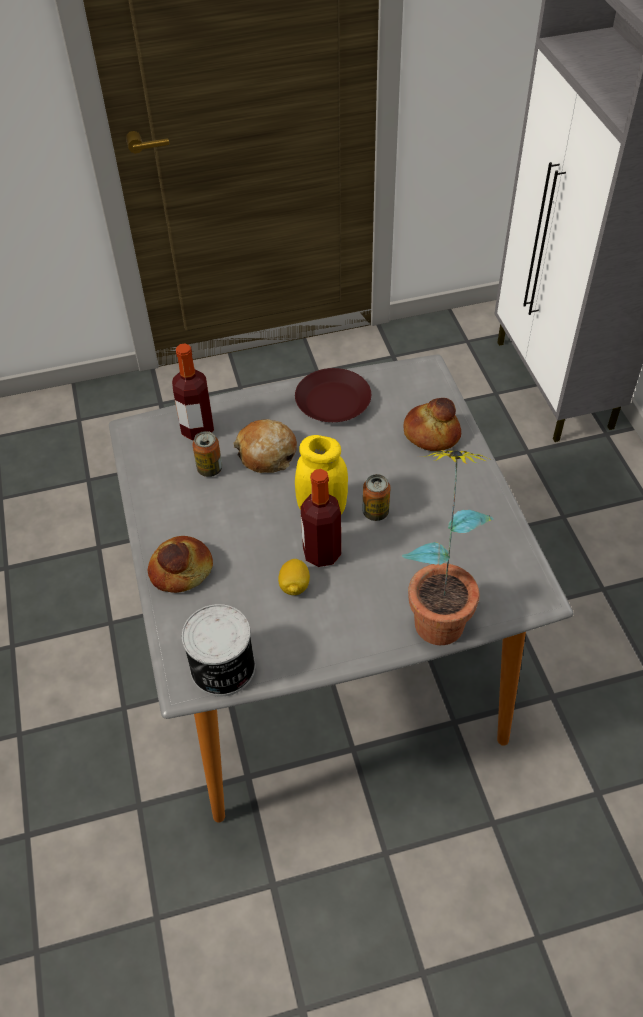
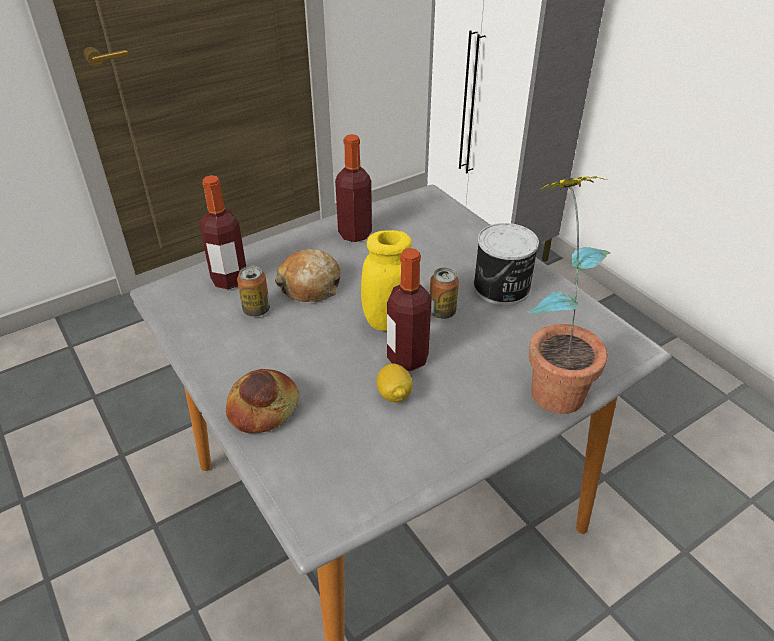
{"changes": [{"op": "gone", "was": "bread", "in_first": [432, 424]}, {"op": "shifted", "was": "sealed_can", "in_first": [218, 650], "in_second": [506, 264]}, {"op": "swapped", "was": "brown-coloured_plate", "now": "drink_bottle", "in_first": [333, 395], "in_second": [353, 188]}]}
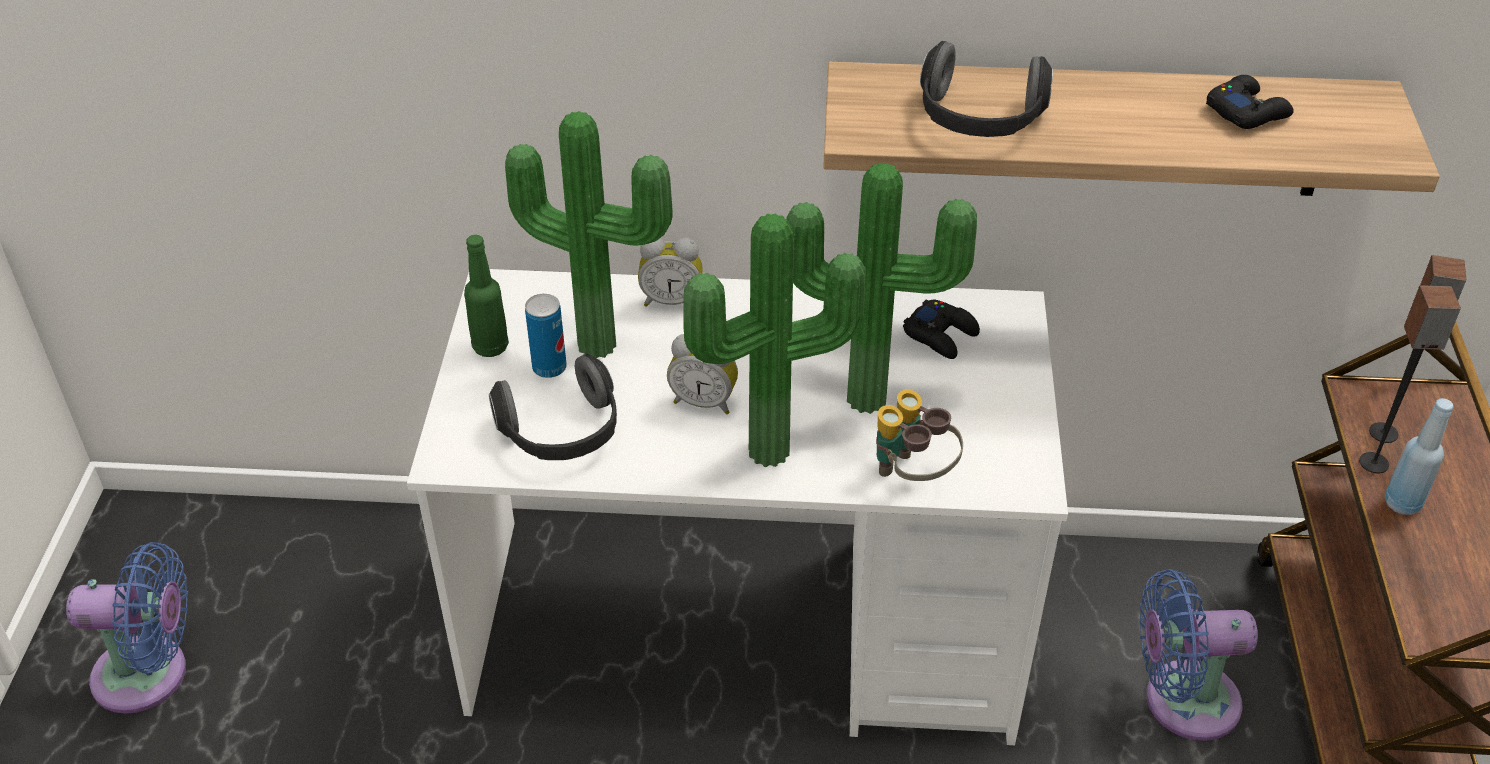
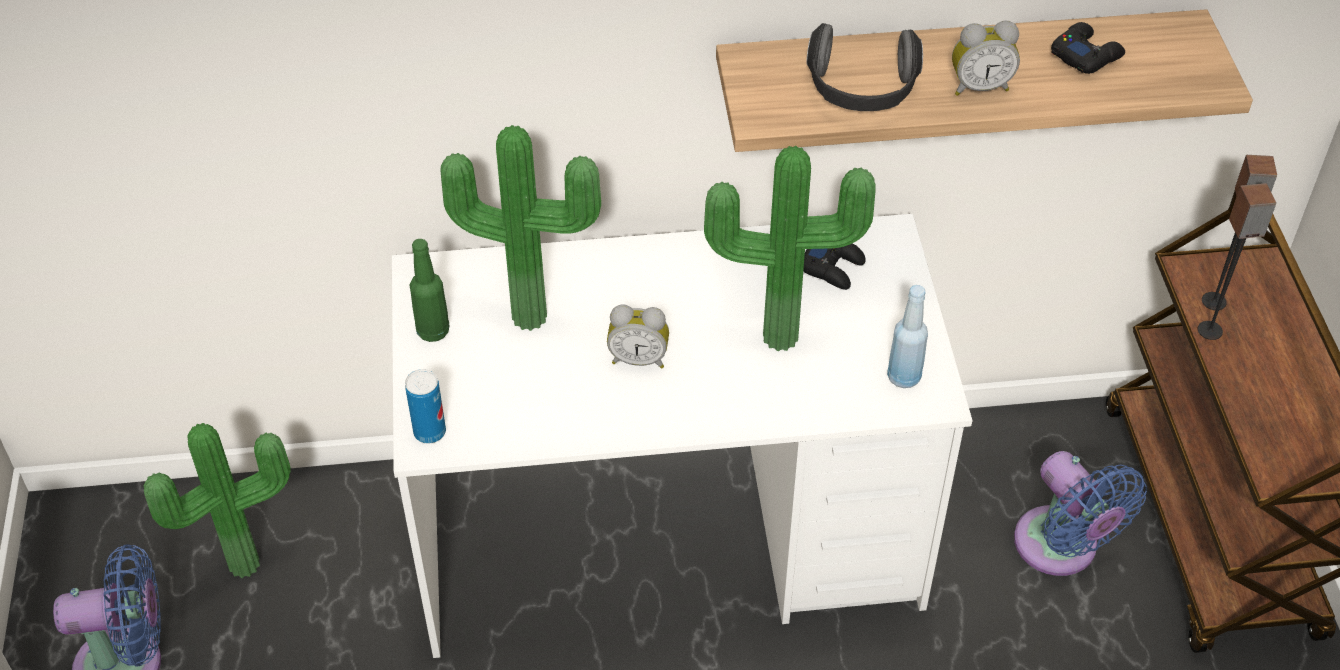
{"changes": [{"op": "gone", "was": "pair_of_headphones", "in_first": [553, 407]}, {"op": "gone", "was": "field_glasses", "in_first": [919, 435]}, {"op": "shifted", "was": "sealed_can", "in_first": [546, 336], "in_second": [425, 406]}, {"op": "shifted", "was": "alarm_clock", "in_first": [670, 272], "in_second": [986, 58]}, {"op": "shifted", "was": "houseplant", "in_first": [775, 340], "in_second": [217, 500]}, {"op": "shifted", "was": "bluish_drink_bottle", "in_first": [1419, 456], "in_second": [907, 336]}, {"op": "rotated", "was": "bluish_cooling_fan", "in_first": [1198, 655], "in_second": [1080, 513], "clockwise": -105}]}
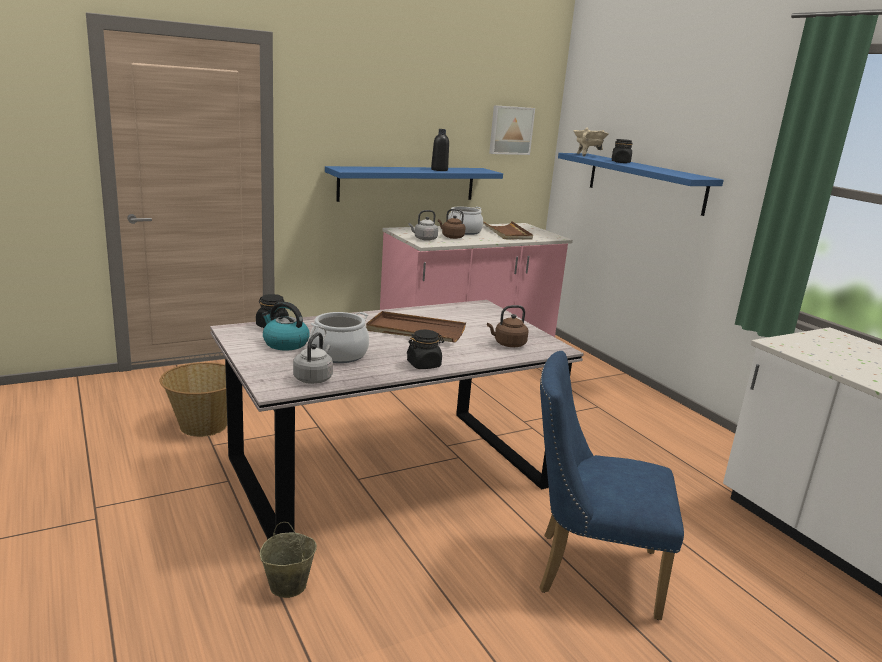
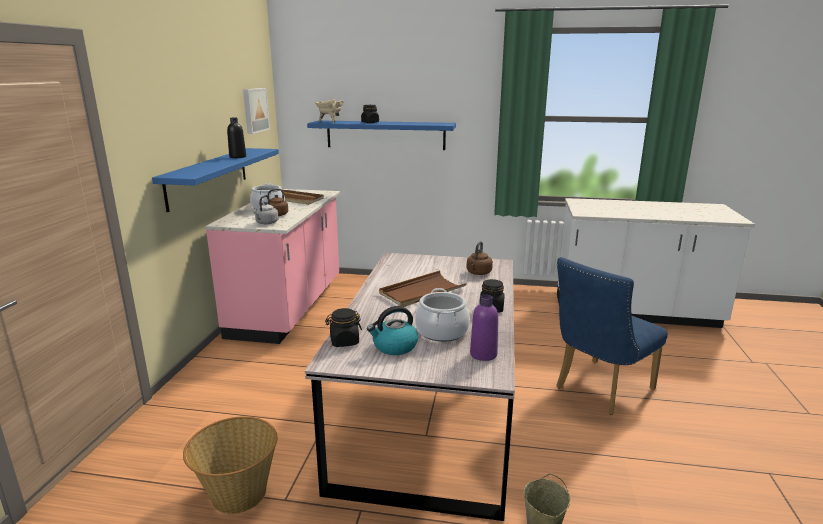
{"changes": [{"op": "swapped", "was": "grey_water_kettle", "now": "purplish_drink_bottle", "in_first": [313, 358], "in_second": [484, 328]}]}
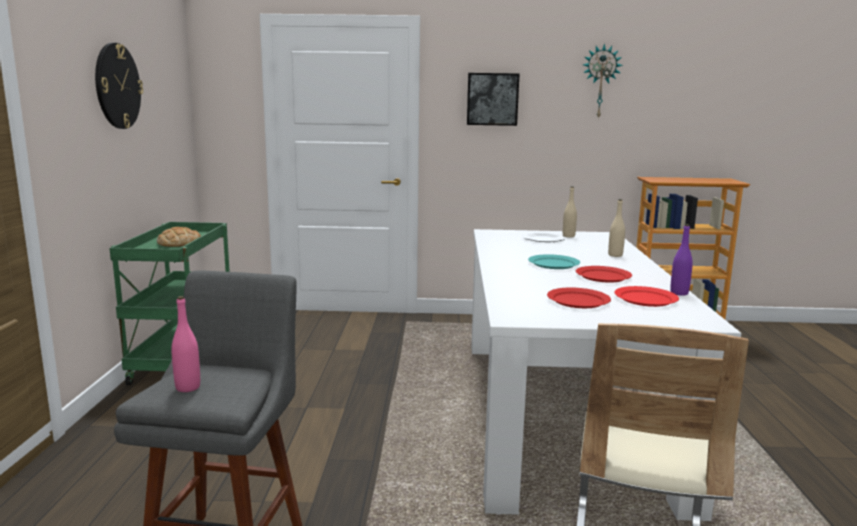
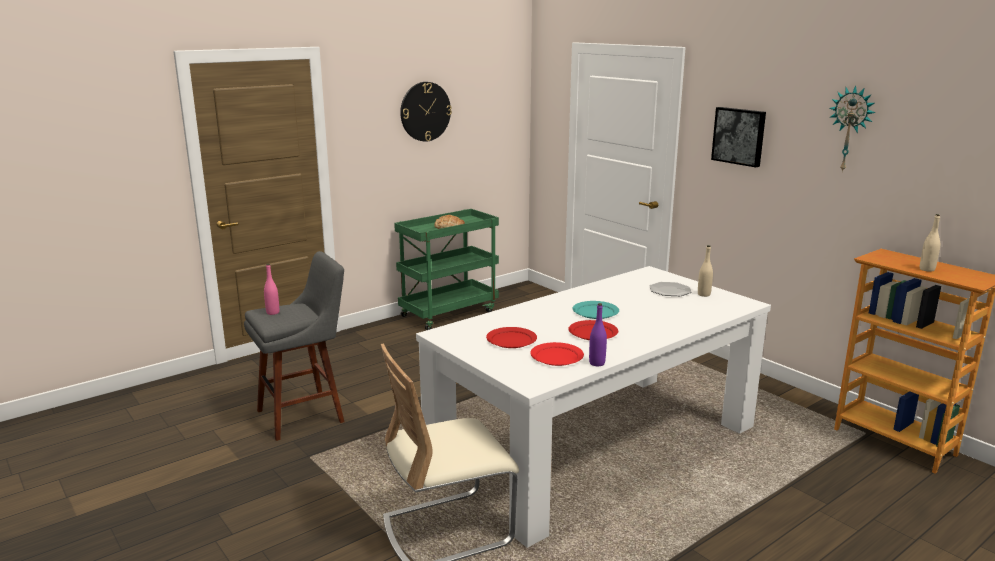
{"changes": [{"op": "shifted", "was": "sand-coloured_drink_bottle", "in_first": [616, 228], "in_second": [930, 243]}]}
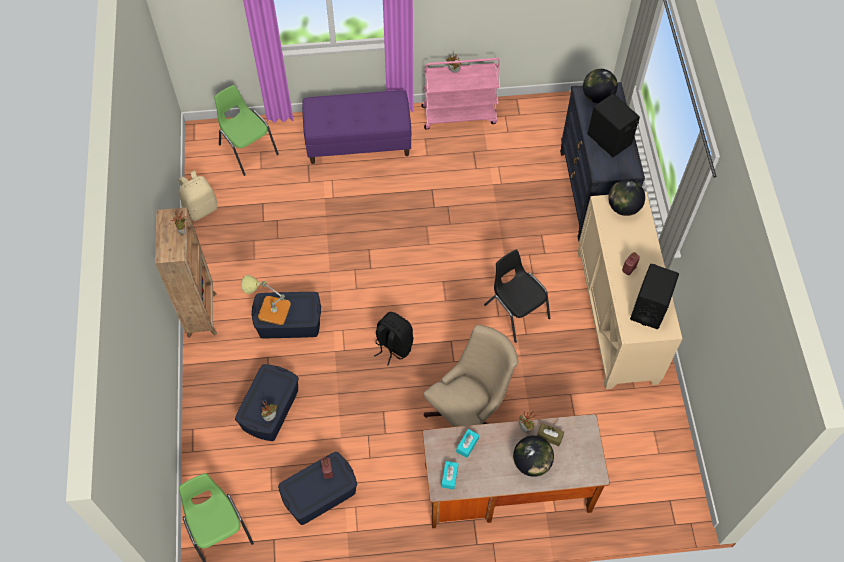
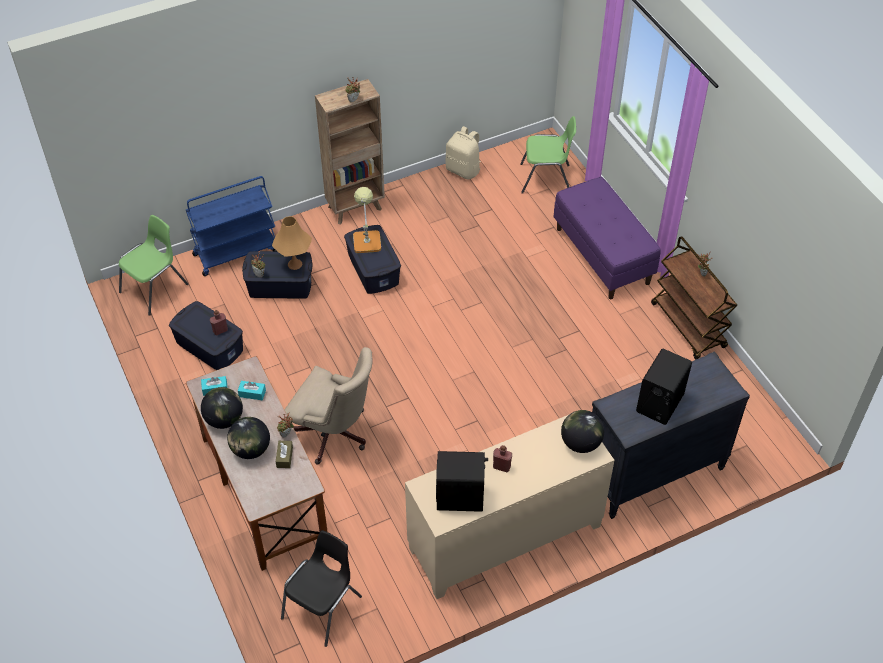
{"changes": [{"op": "gone", "was": "blackish_rucksack", "in_first": [394, 339]}, {"op": "new", "now": "bluish_wheeled_cart", "in_second": [231, 226]}, {"op": "new", "now": "orange_lamp_for_a_table", "in_second": [292, 243]}, {"op": "shifted", "was": "blackish_plain_chair", "in_first": [517, 296], "in_second": [321, 588]}, {"op": "shifted", "was": "world_globe", "in_first": [600, 86], "in_second": [222, 408]}, {"op": "repainted", "was": "pink_wheeled_cart", "now": "brown-coloured_wheeled_cart", "in_first": [460, 93], "in_second": [694, 297]}, {"op": "rotated", "was": "greenish_plain_chair", "in_first": [246, 130], "in_second": [548, 155], "clockwise": 60}]}
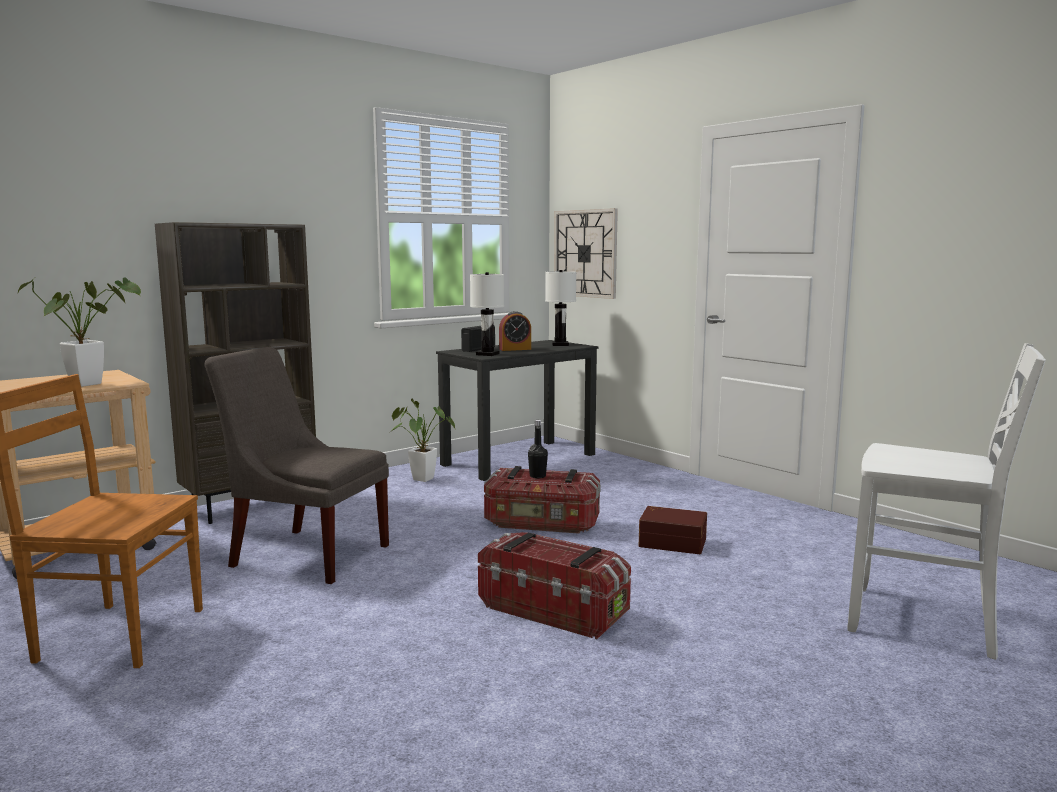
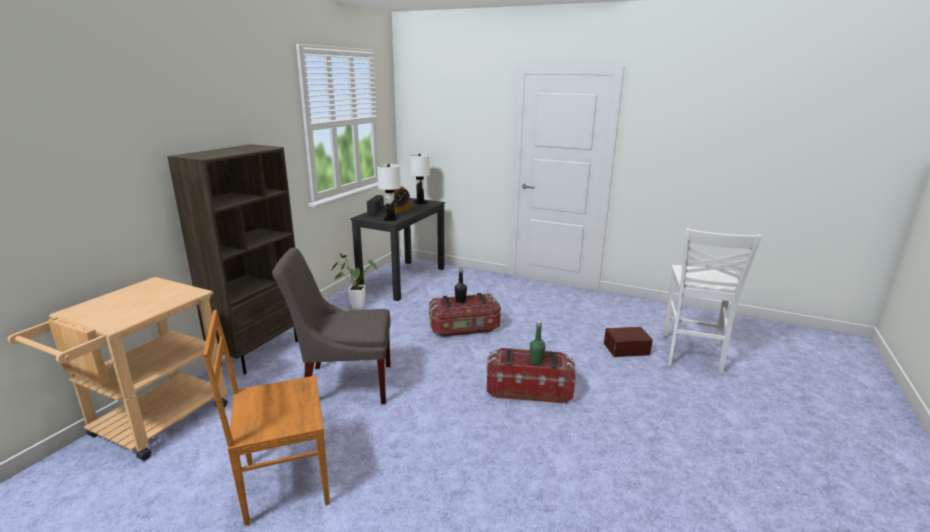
{"changes": [{"op": "gone", "was": "houseplant", "in_first": [79, 332]}, {"op": "gone", "was": "clock_on_the_wall", "in_first": [586, 253]}, {"op": "new", "now": "greenish_drink_bottle", "in_second": [538, 343]}, {"op": "shifted", "was": "brown-coloured_storage_container", "in_first": [673, 530], "in_second": [628, 342]}, {"op": "rotated", "was": "white_plain_chair", "in_first": [946, 501], "in_second": [712, 301], "clockwise": 105}]}
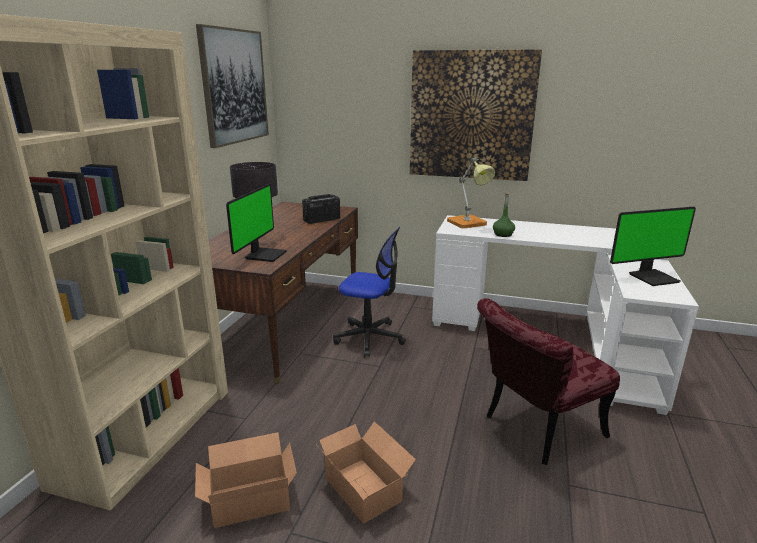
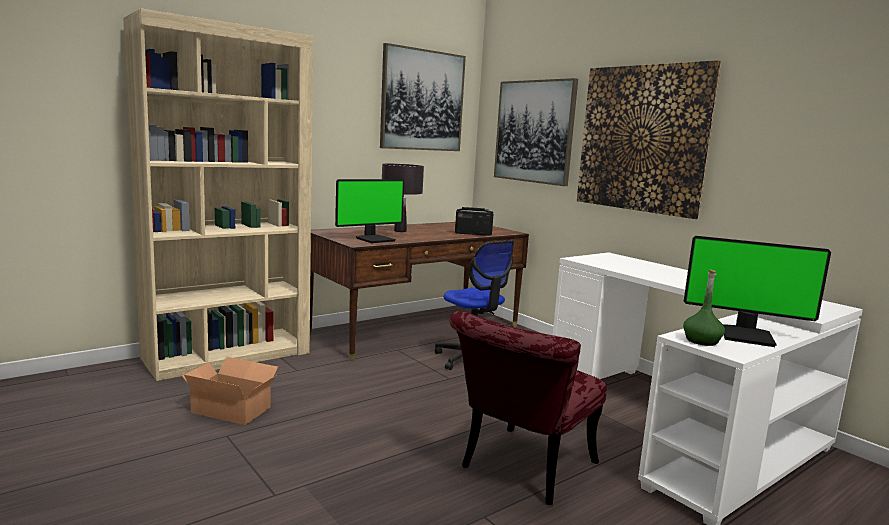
{"changes": [{"op": "gone", "was": "carton", "in_first": [366, 472]}, {"op": "gone", "was": "lamp_for_a_table", "in_first": [471, 193]}, {"op": "new", "now": "wall_art", "in_second": [536, 132]}, {"op": "shifted", "was": "greenish_drink_bottle", "in_first": [504, 215], "in_second": [704, 308]}, {"op": "rotated", "was": "reddish_plain_chair", "in_first": [548, 381], "in_second": [528, 408], "clockwise": -60}]}
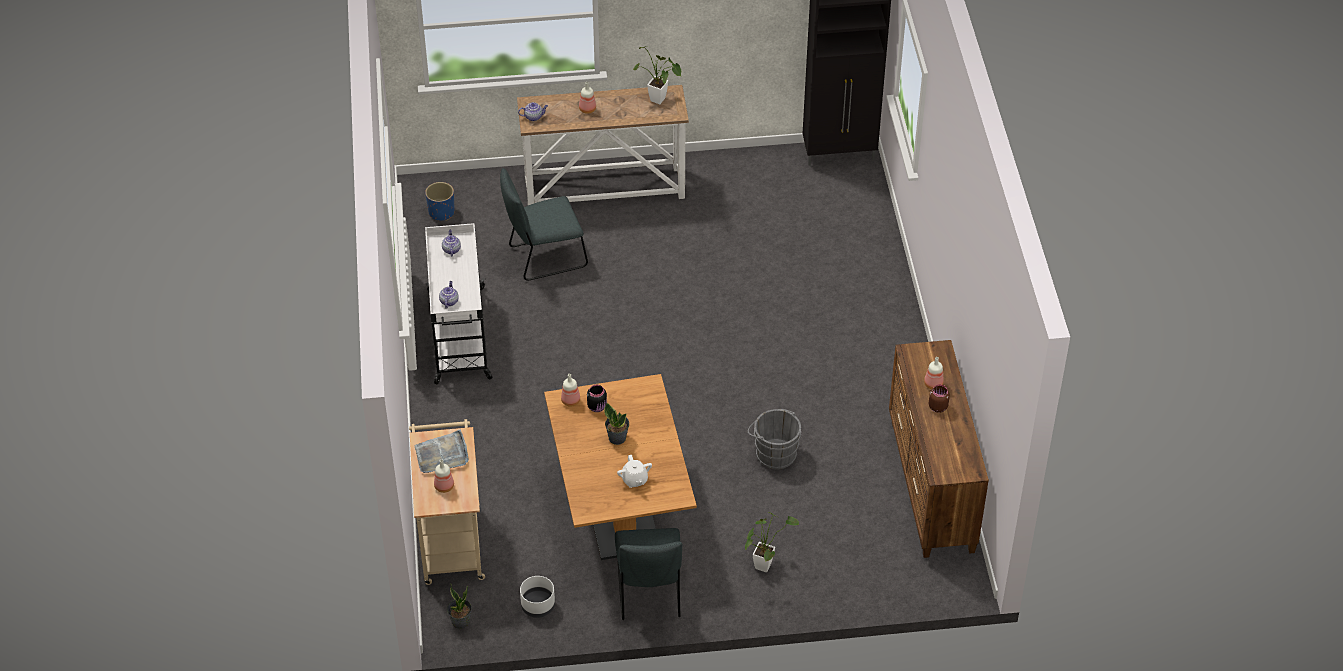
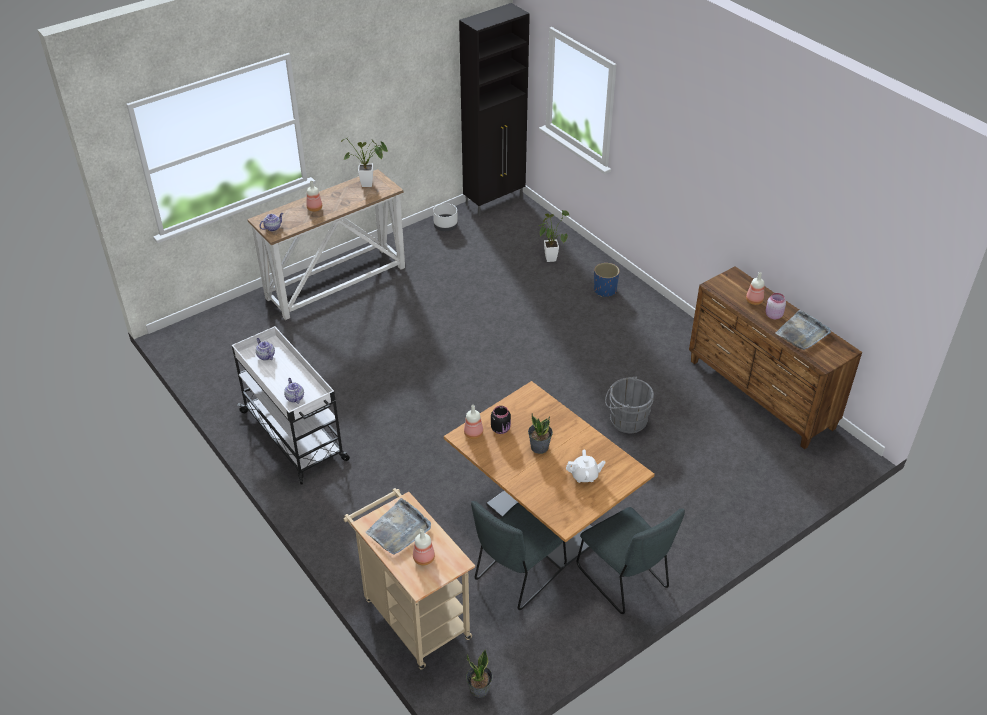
{"changes": [{"op": "new", "now": "grey_carrying_tray", "in_second": [803, 330]}, {"op": "shifted", "was": "bluish_flower_pot", "in_first": [440, 201], "in_second": [607, 280]}, {"op": "shifted", "was": "grey_plain_chair", "in_first": [544, 224], "in_second": [519, 555]}, {"op": "shifted", "was": "white_flower_pot", "in_first": [537, 597], "in_second": [445, 217]}, {"op": "shifted", "was": "houseplant", "in_first": [772, 542], "in_second": [553, 236]}, {"op": "repainted", "was": "brown-coloured_storage_jar", "now": "pink_storage_jar", "in_first": [939, 398], "in_second": [776, 306]}, {"op": "rotated", "was": "white_pot_for_tea", "in_first": [634, 471], "in_second": [586, 466], "clockwise": -45}]}
